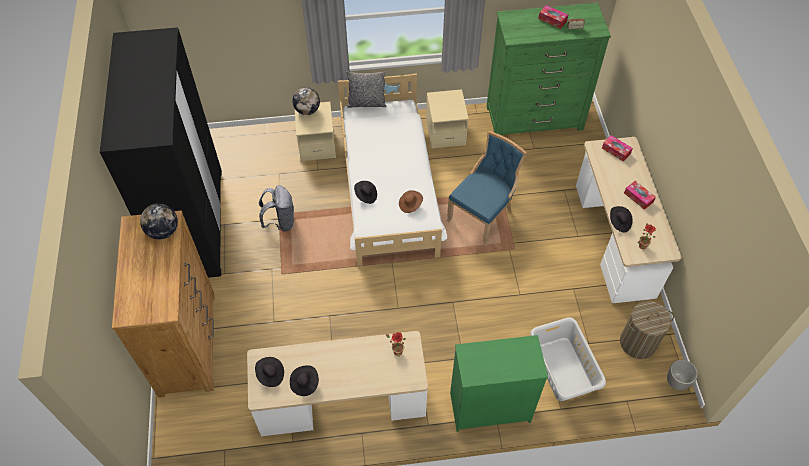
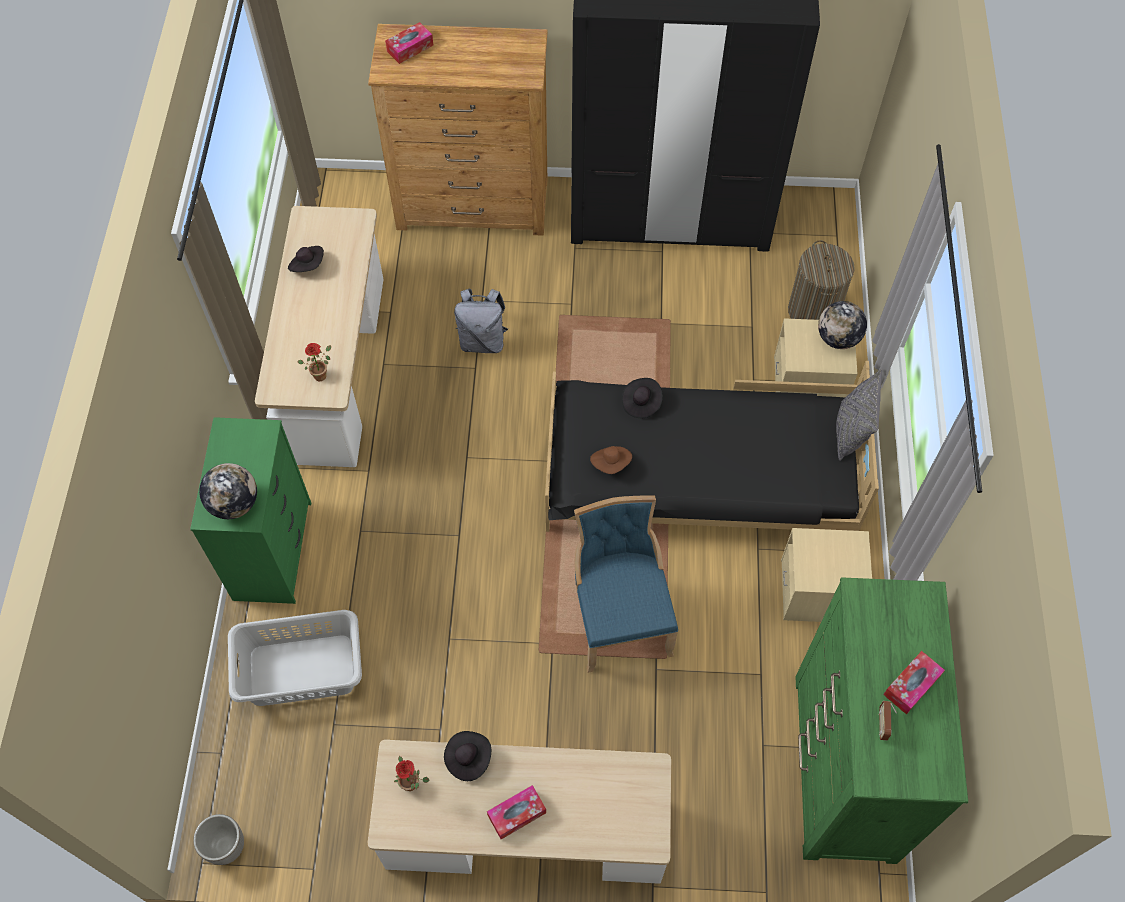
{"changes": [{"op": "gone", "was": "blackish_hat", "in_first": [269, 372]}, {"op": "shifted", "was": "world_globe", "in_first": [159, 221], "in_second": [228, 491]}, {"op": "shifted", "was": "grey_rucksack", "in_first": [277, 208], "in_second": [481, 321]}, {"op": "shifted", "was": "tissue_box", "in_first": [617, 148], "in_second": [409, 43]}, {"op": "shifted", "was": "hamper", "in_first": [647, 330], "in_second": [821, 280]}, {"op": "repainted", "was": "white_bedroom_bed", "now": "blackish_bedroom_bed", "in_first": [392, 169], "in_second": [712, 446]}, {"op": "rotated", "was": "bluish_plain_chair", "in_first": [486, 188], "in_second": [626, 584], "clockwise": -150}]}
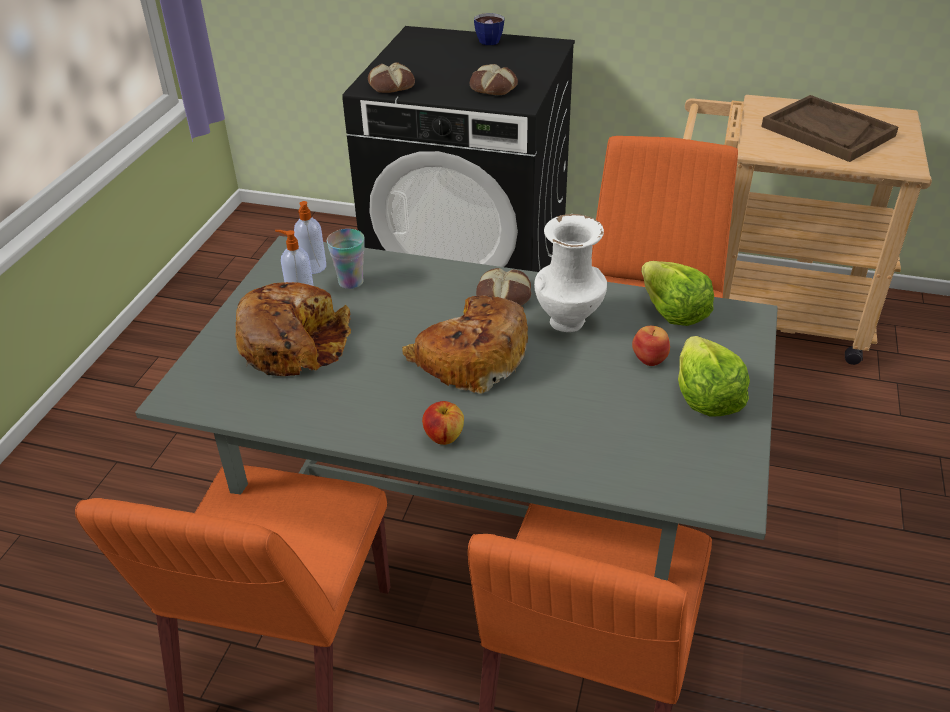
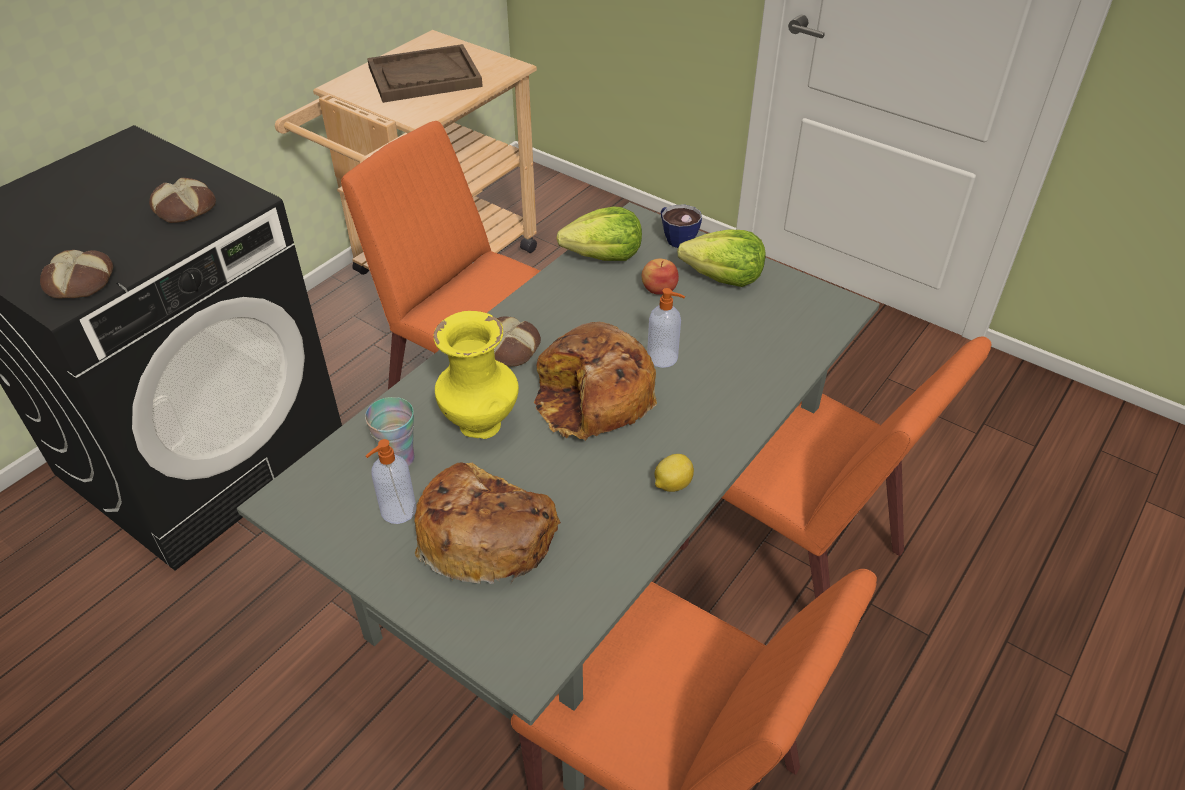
{"changes": [{"op": "gone", "was": "whole_apple", "in_first": [443, 423]}, {"op": "gone", "was": "white_flower_vase", "in_first": [570, 273]}, {"op": "new", "now": "yellow_flower_vase", "in_second": [476, 375]}, {"op": "new", "now": "citrus_fruit", "in_second": [674, 473]}, {"op": "shifted", "was": "soap_bottle", "in_first": [310, 237], "in_second": [666, 328]}, {"op": "shifted", "was": "drinking_cup", "in_first": [489, 29], "in_second": [681, 226]}]}
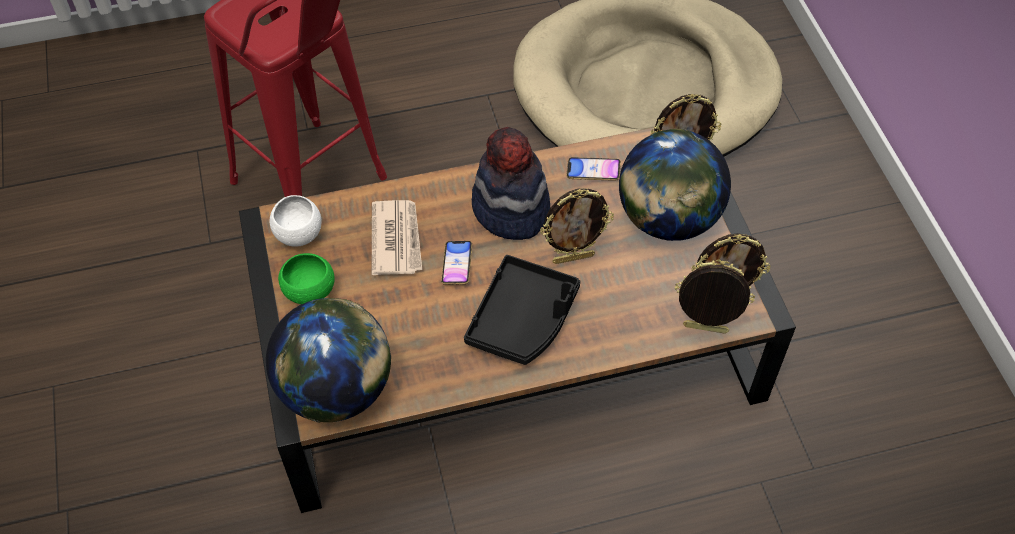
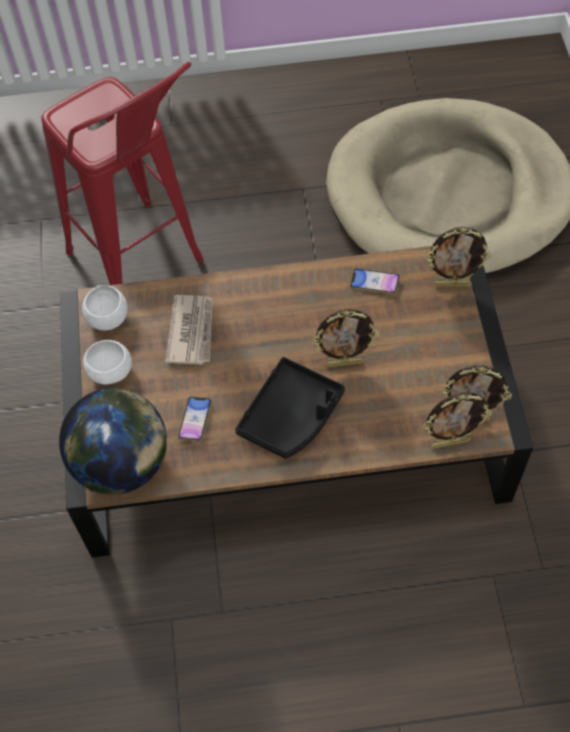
{"changes": [{"op": "gone", "was": "hat", "in_first": [511, 183]}, {"op": "gone", "was": "world_globe", "in_first": [675, 185]}, {"op": "shifted", "was": "phone", "in_first": [456, 263], "in_second": [195, 419]}, {"op": "repainted", "was": "greenish_bowl", "now": "white_bowl", "in_first": [306, 278], "in_second": [107, 362]}, {"op": "rotated", "was": "picture_frame", "in_first": [715, 297], "in_second": [457, 420], "clockwise": 150}]}
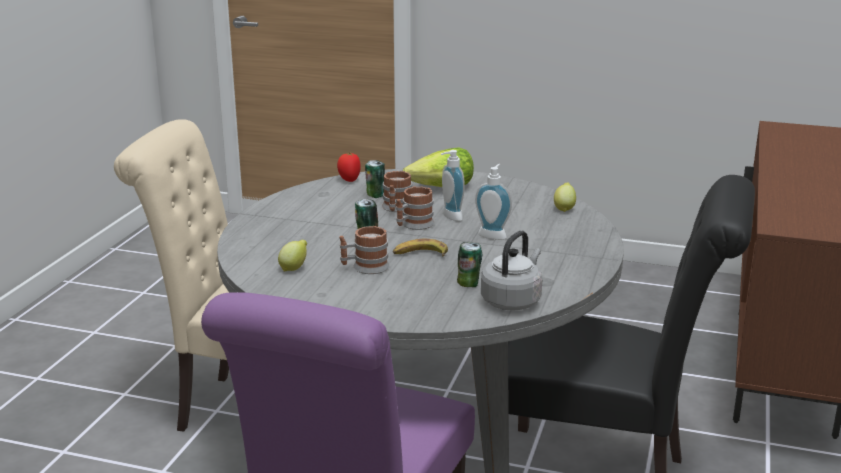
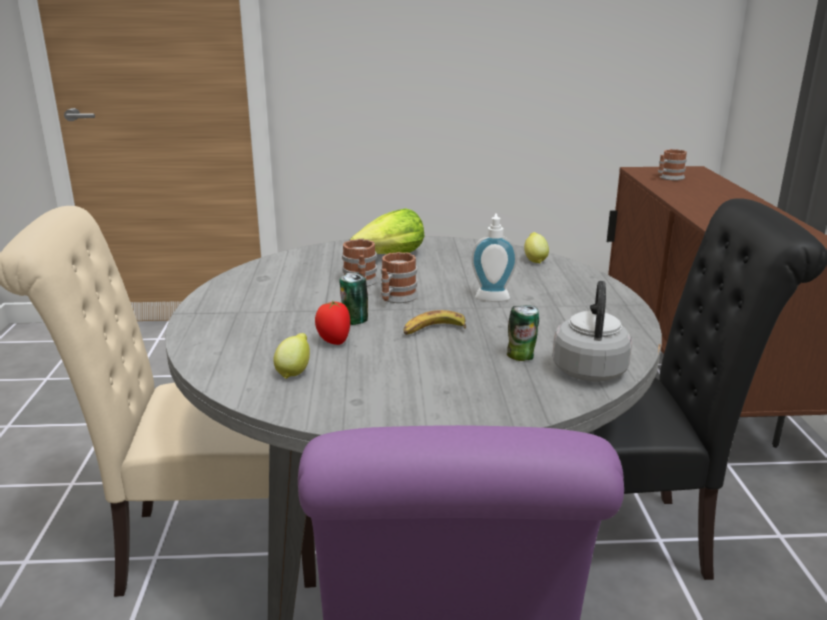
{"changes": [{"op": "gone", "was": "sealed_can", "in_first": [375, 179]}, {"op": "gone", "was": "soap_bottle", "in_first": [453, 185]}, {"op": "shifted", "was": "whole_tomato", "in_first": [349, 167], "in_second": [332, 323]}, {"op": "shifted", "was": "tea_mug", "in_first": [364, 250], "in_second": [672, 164]}]}
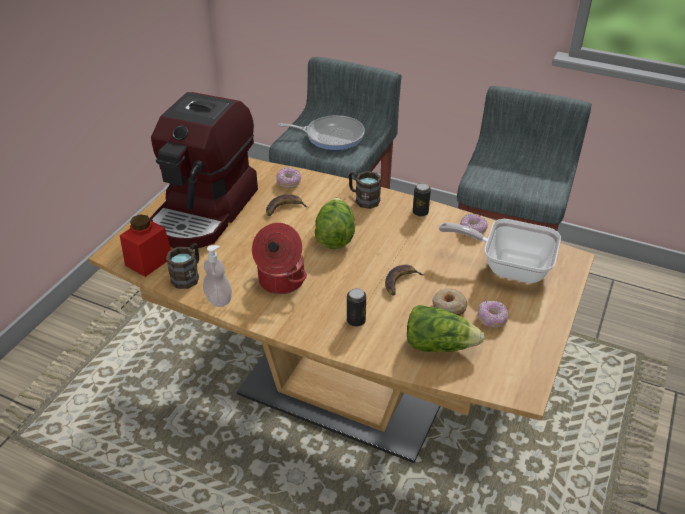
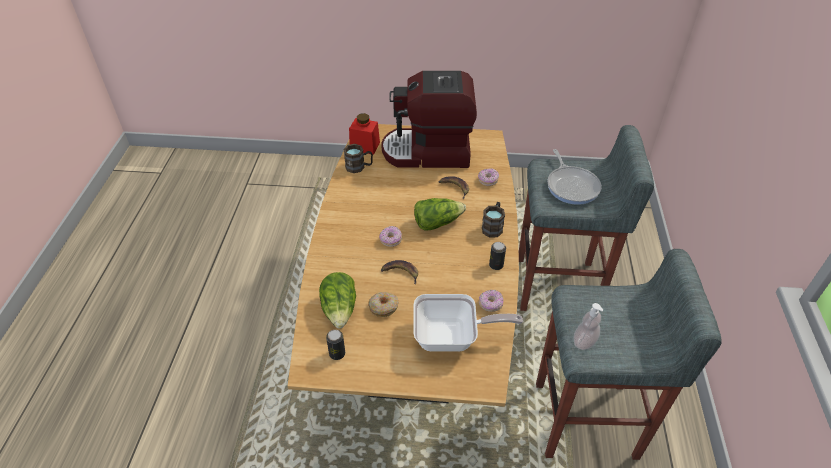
{"changes": [{"op": "gone", "was": "cooking_pot", "in_first": [279, 258]}, {"op": "shifted", "was": "soap_bottle", "in_first": [217, 276], "in_second": [588, 326]}, {"op": "shifted", "was": "sealed_can", "in_first": [356, 307], "in_second": [335, 345]}, {"op": "shifted", "was": "donut", "in_first": [492, 314], "in_second": [390, 236]}, {"op": "rotated", "was": "skillet", "in_first": [500, 251], "in_second": [468, 323], "clockwise": 90}]}
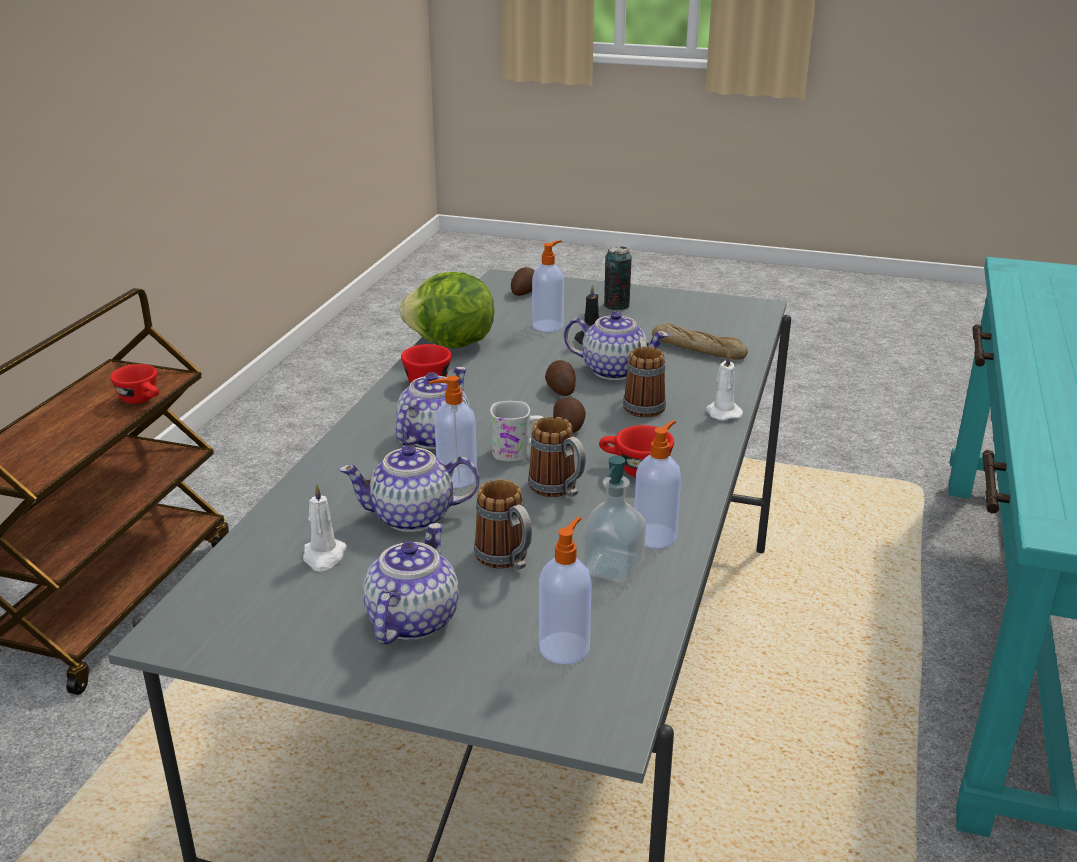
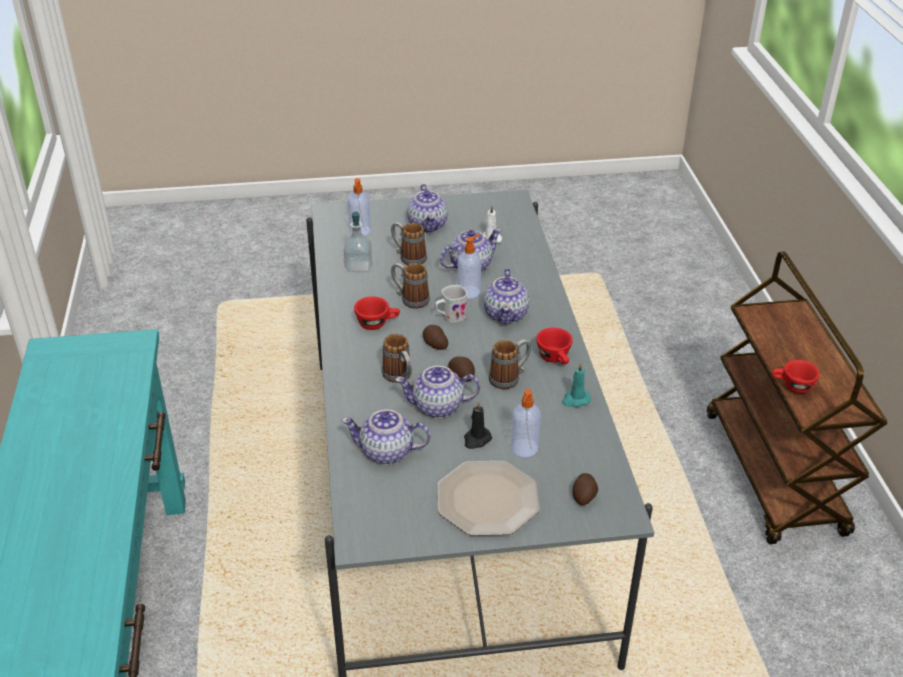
{"changes": [{"op": "gone", "was": "soap_bottle", "in_first": [657, 484]}, {"op": "gone", "was": "white_candle", "in_first": [724, 386]}, {"op": "new", "now": "tea_mug", "in_second": [510, 364]}, {"op": "swapped", "was": "lettuce", "now": "turquoise-coloured_candle", "in_first": [447, 310], "in_second": [576, 384]}, {"op": "swapped", "was": "sealed_can", "now": "plate", "in_first": [617, 278], "in_second": [488, 498]}, {"op": "swapped", "was": "bread", "now": "pot_for_tea", "in_first": [700, 341], "in_second": [385, 437]}]}
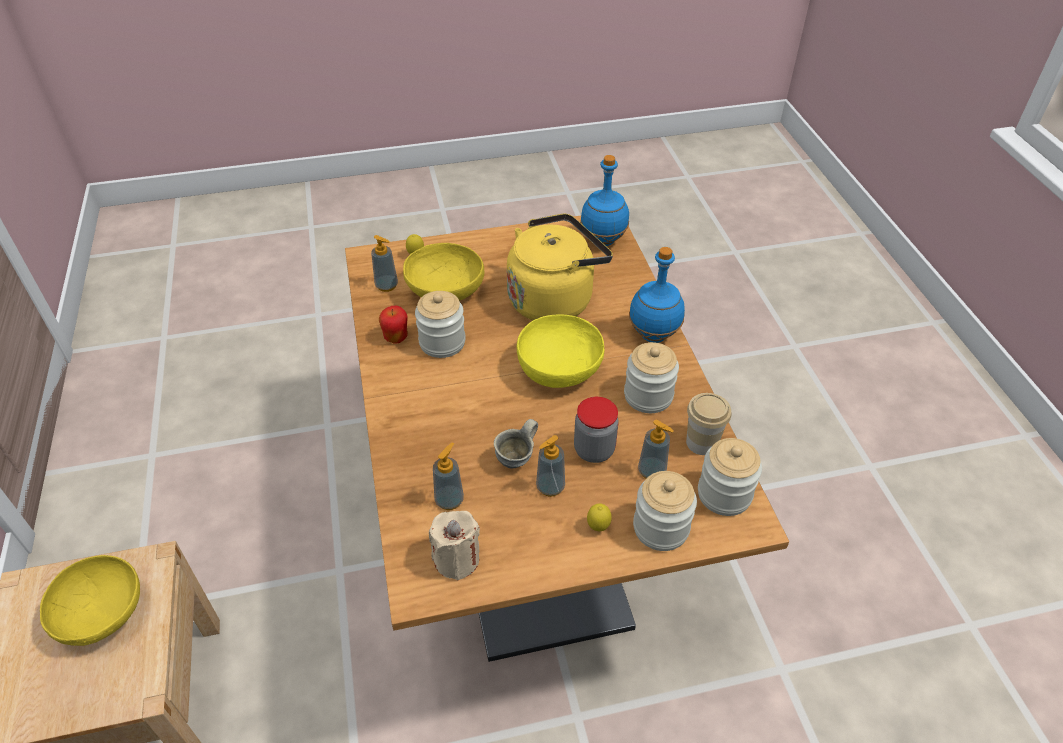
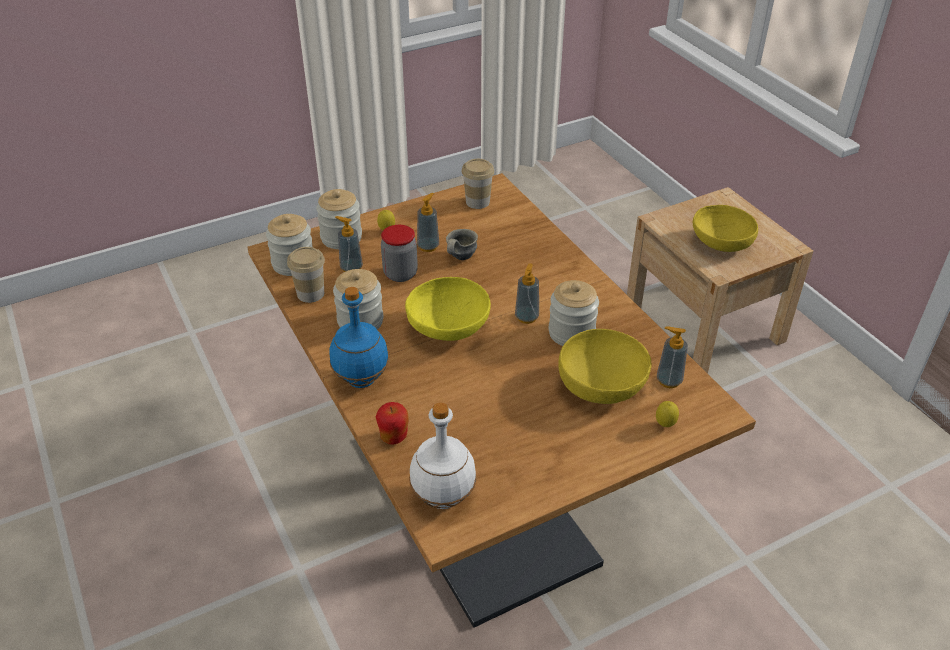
{"changes": [{"op": "gone", "was": "yellow_water_kettle", "in_first": [560, 266]}, {"op": "shifted", "was": "whole_apple", "in_first": [393, 324], "in_second": [392, 423]}, {"op": "shifted", "was": "soap_bottle", "in_first": [448, 476], "in_second": [527, 293]}, {"op": "swapped", "was": "sand-coloured_candle", "now": "drinking_cup", "in_first": [454, 545], "in_second": [478, 184]}, {"op": "repainted", "was": "bluish_drink_bottle", "now": "white_drink_bottle", "in_first": [604, 200], "in_second": [443, 456]}]}
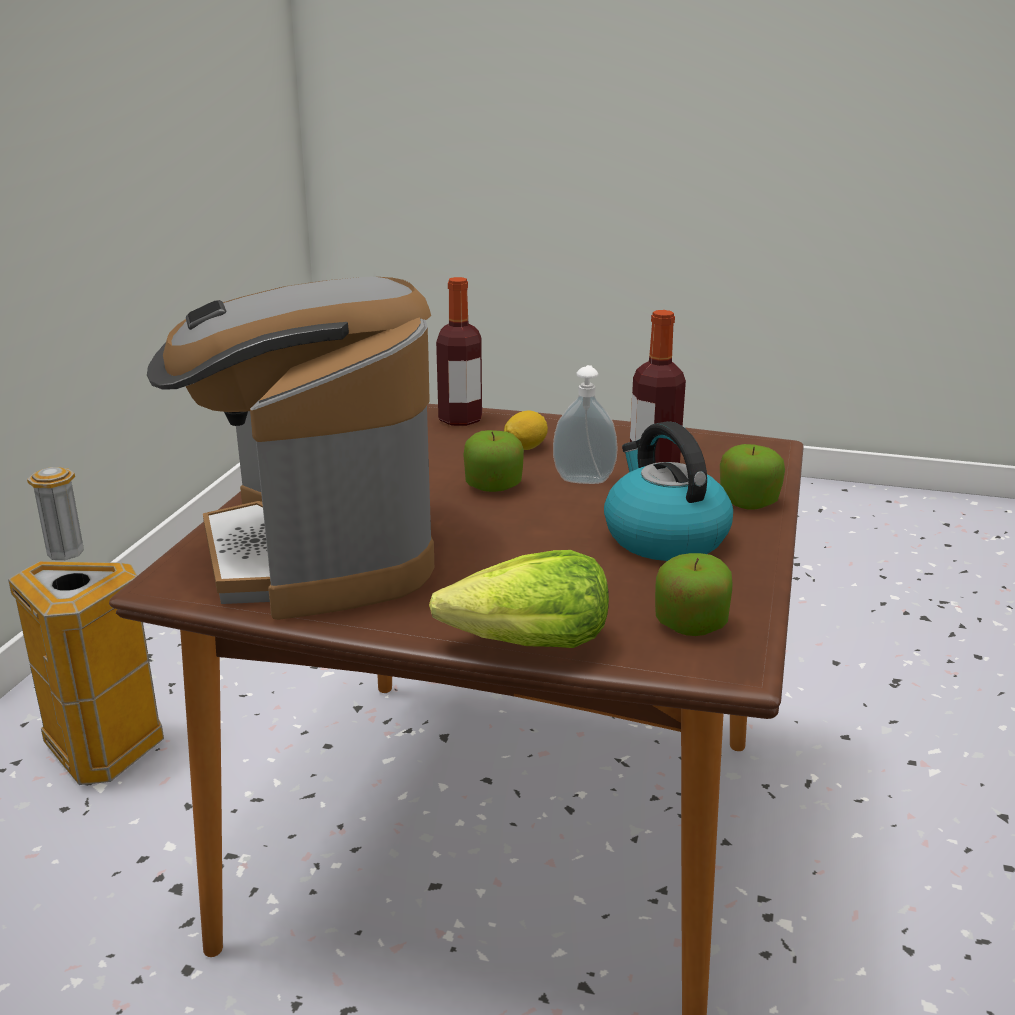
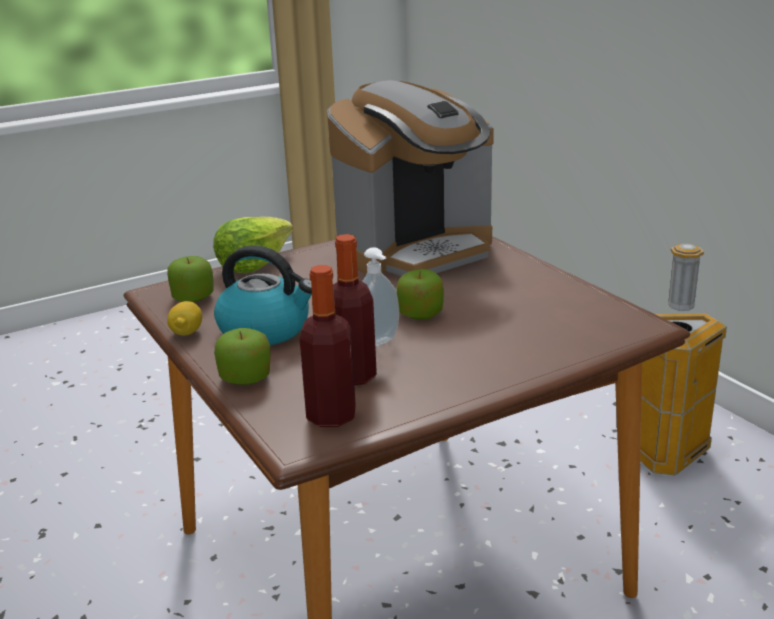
{"changes": [{"op": "shifted", "was": "drink_bottle", "in_first": [459, 351], "in_second": [328, 346]}, {"op": "shifted", "was": "citrus_fruit", "in_first": [526, 430], "in_second": [184, 318]}, {"op": "rotated", "was": "coffee_maker", "in_first": [290, 448], "in_second": [410, 178], "clockwise": 120}]}
